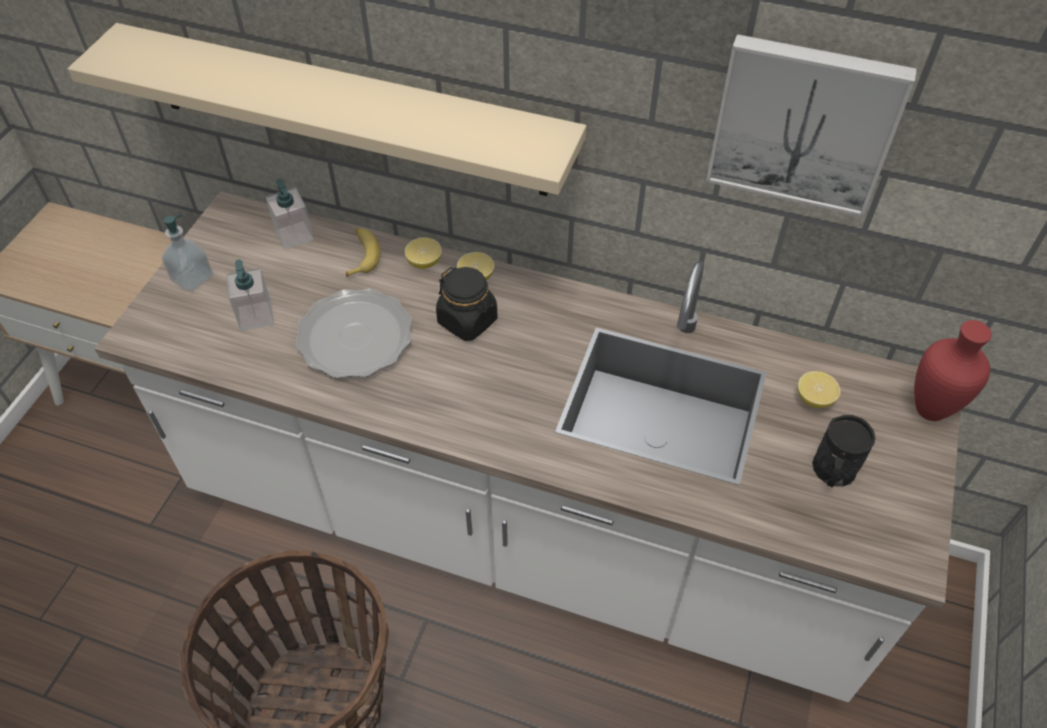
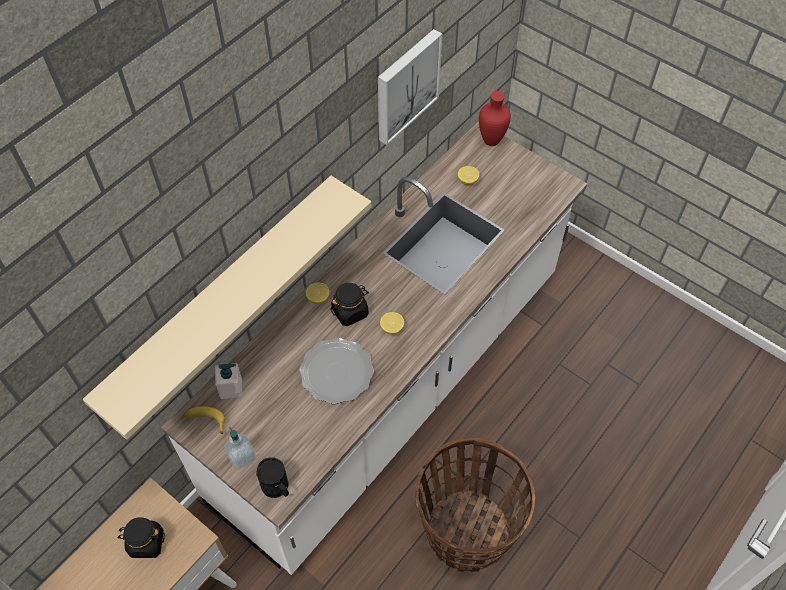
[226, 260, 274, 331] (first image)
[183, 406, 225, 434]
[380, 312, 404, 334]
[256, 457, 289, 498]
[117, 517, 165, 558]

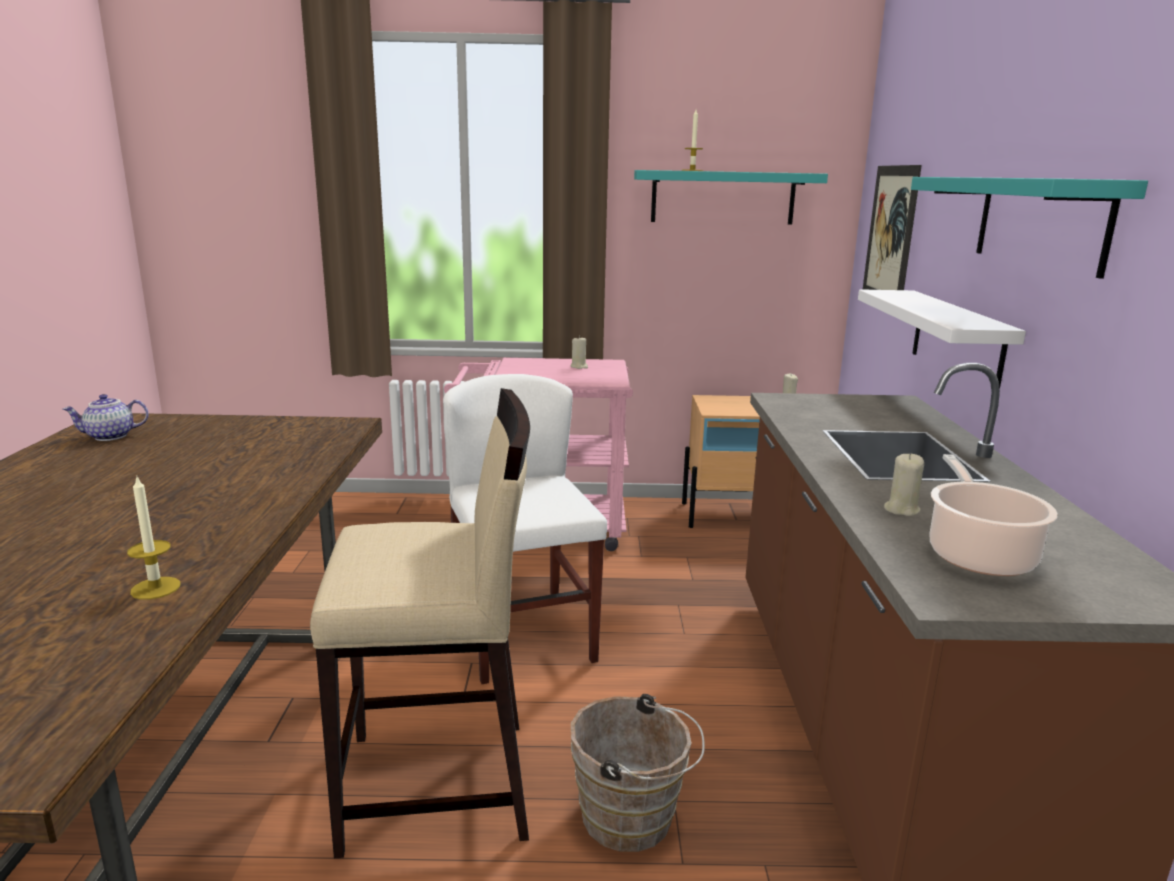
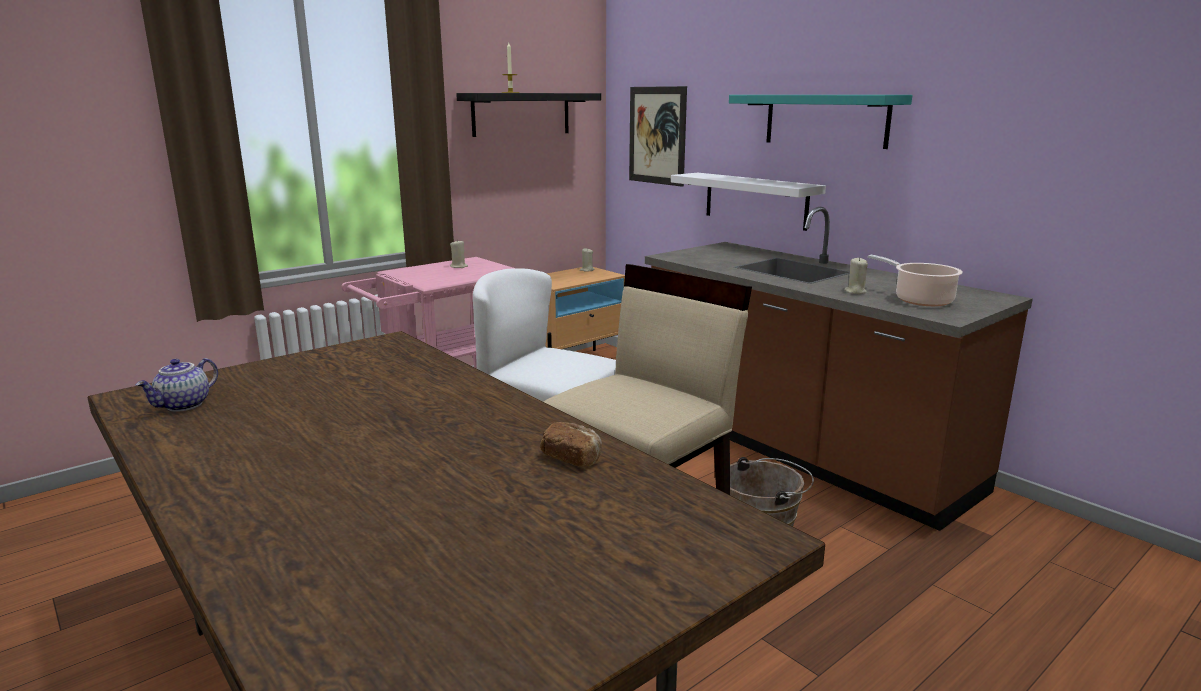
[540, 422, 602, 467]
[456, 93, 601, 137]

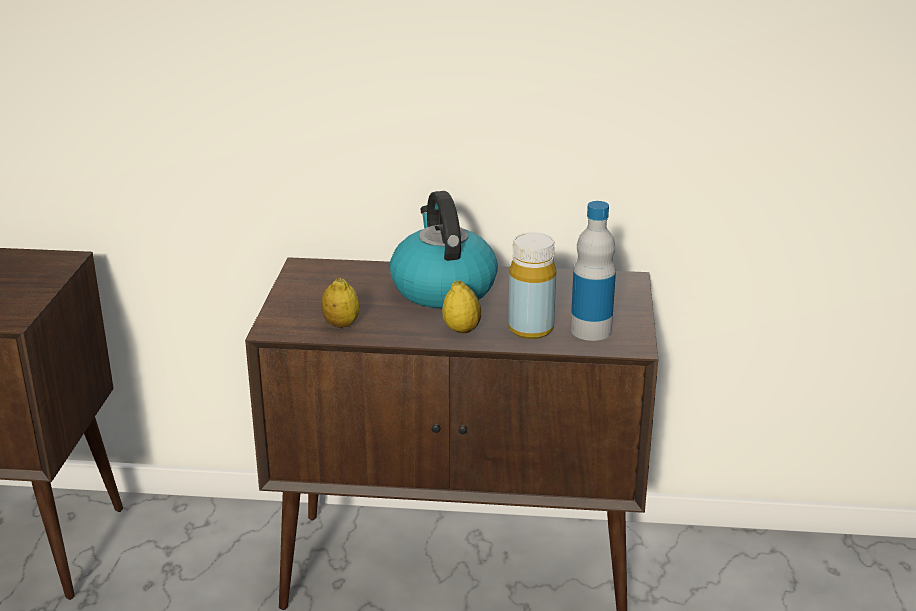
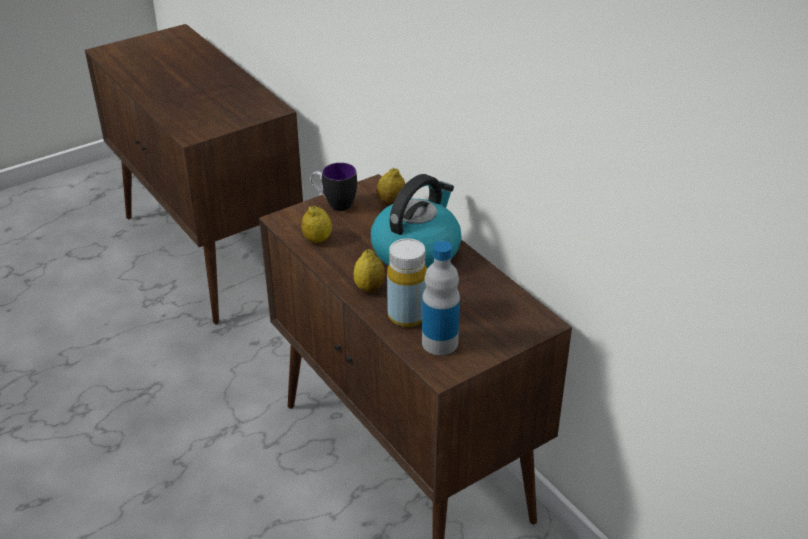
[311, 163, 357, 211]
[377, 168, 405, 206]

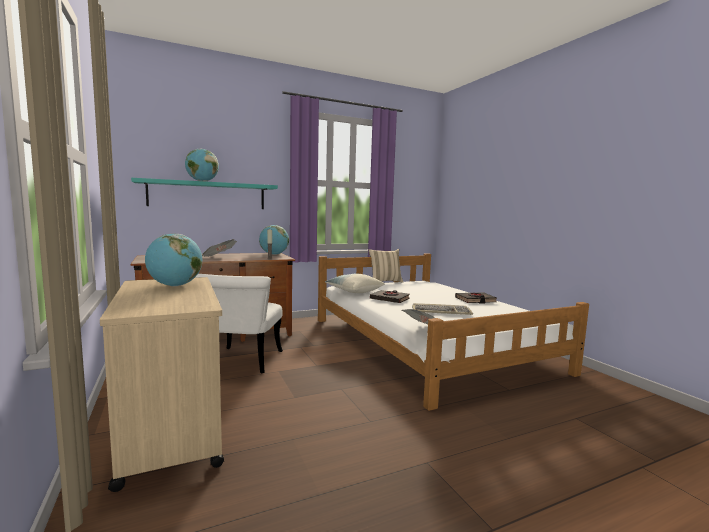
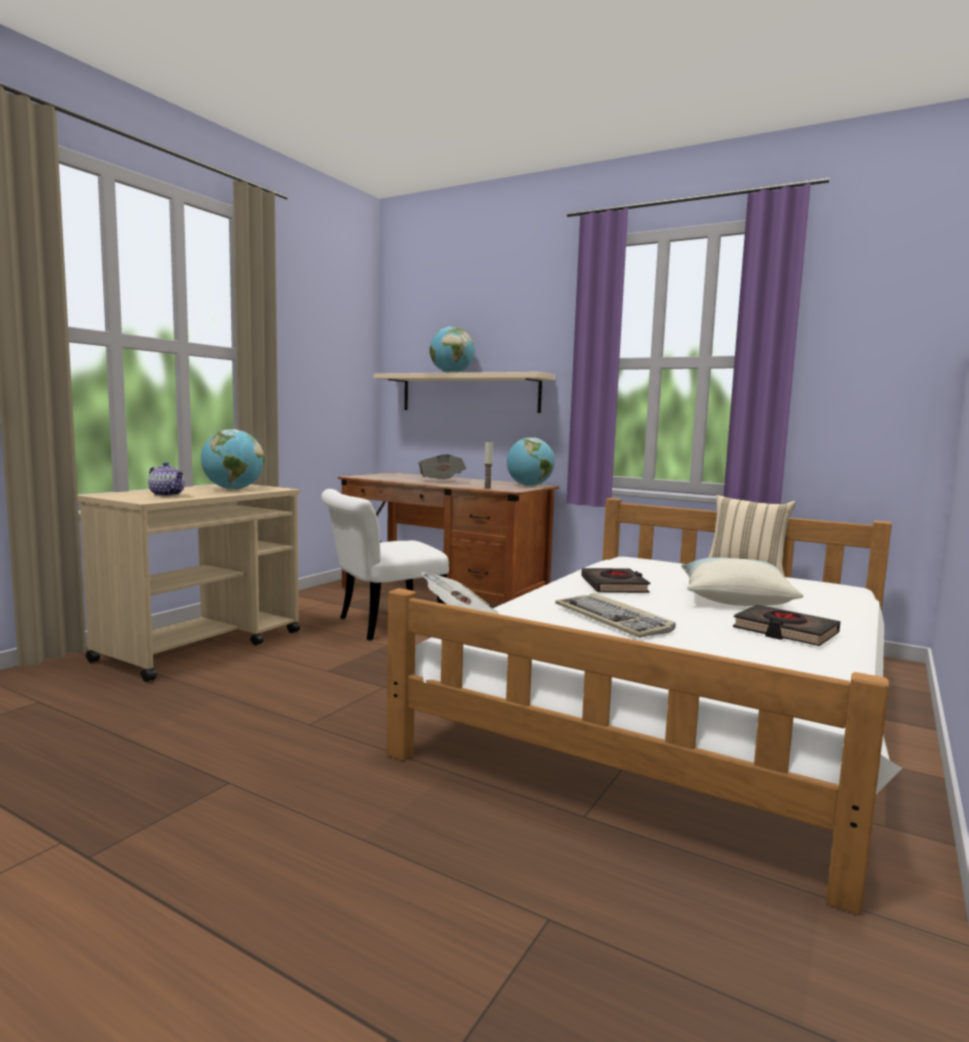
[374, 372, 555, 413]
[681, 557, 803, 606]
[148, 462, 185, 496]

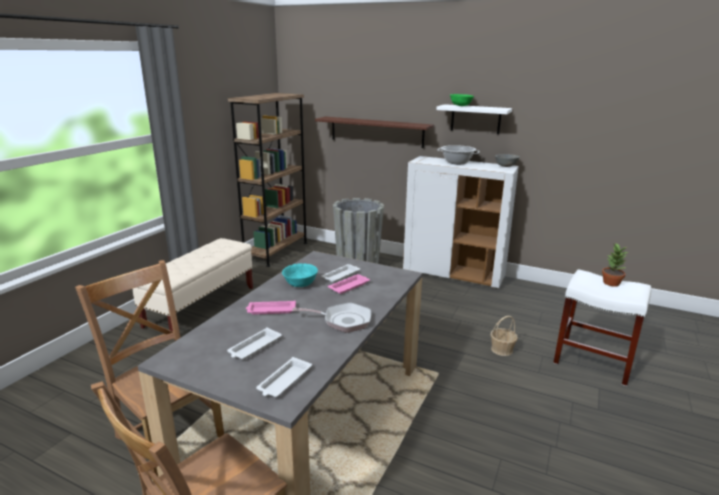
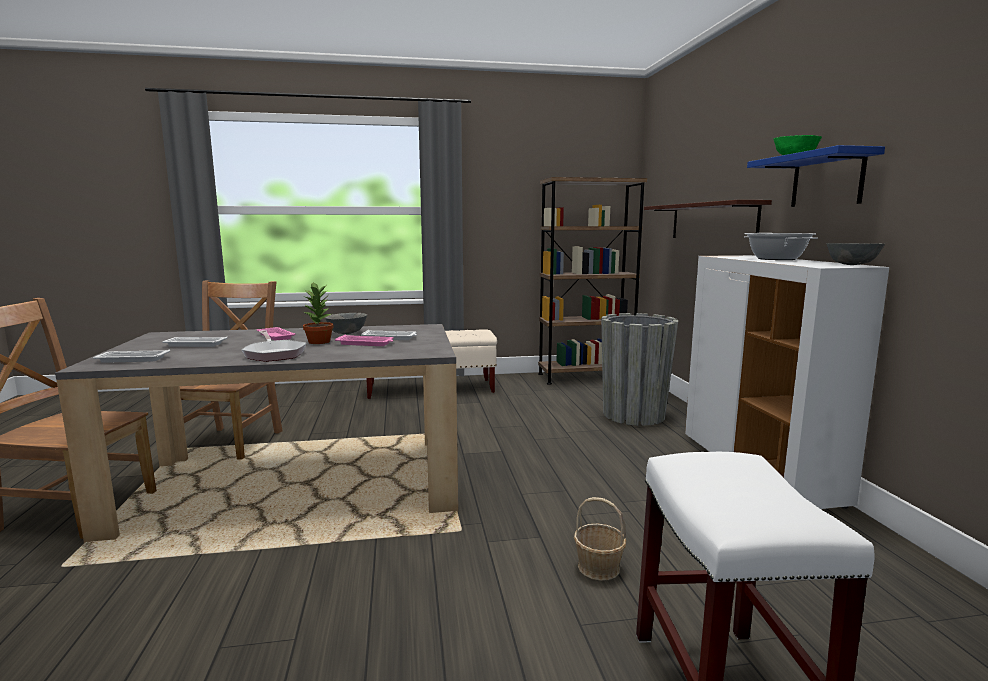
[325, 313, 367, 334]
[747, 145, 885, 207]
[303, 282, 334, 344]

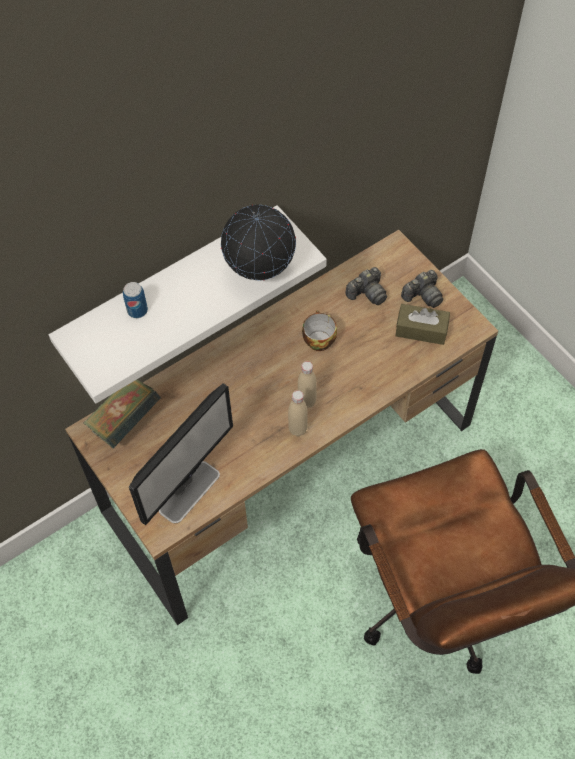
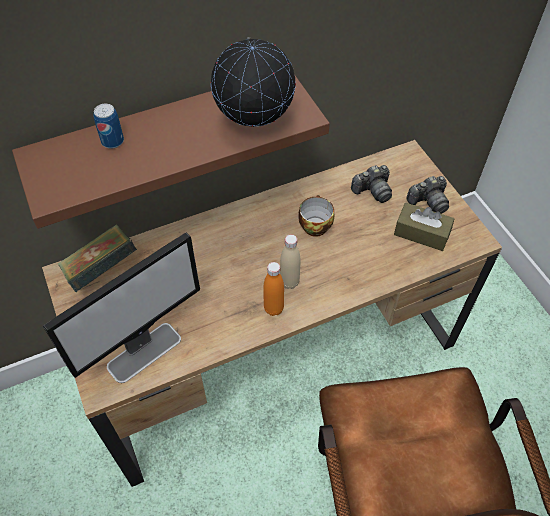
[12, 76, 330, 229]
[263, 262, 284, 316]

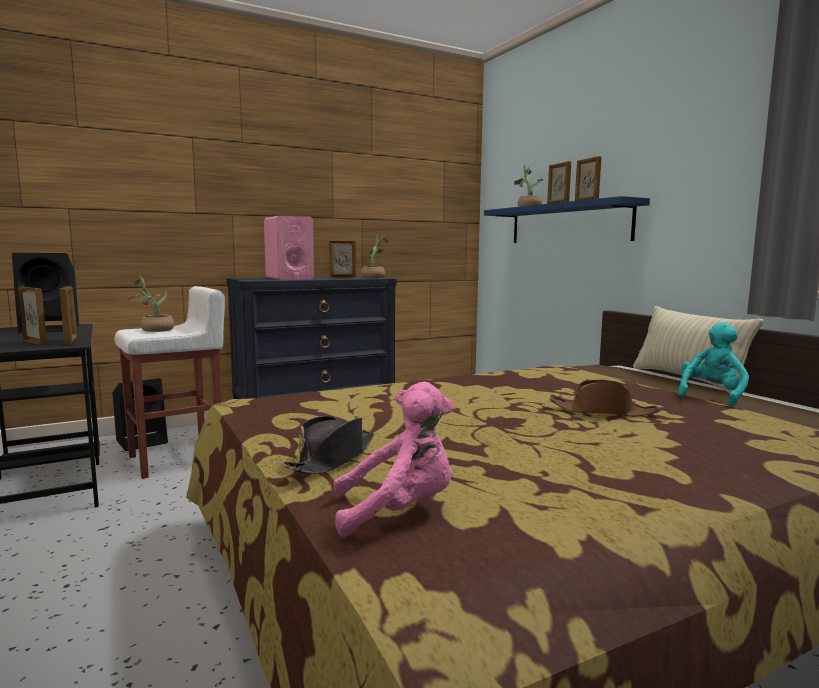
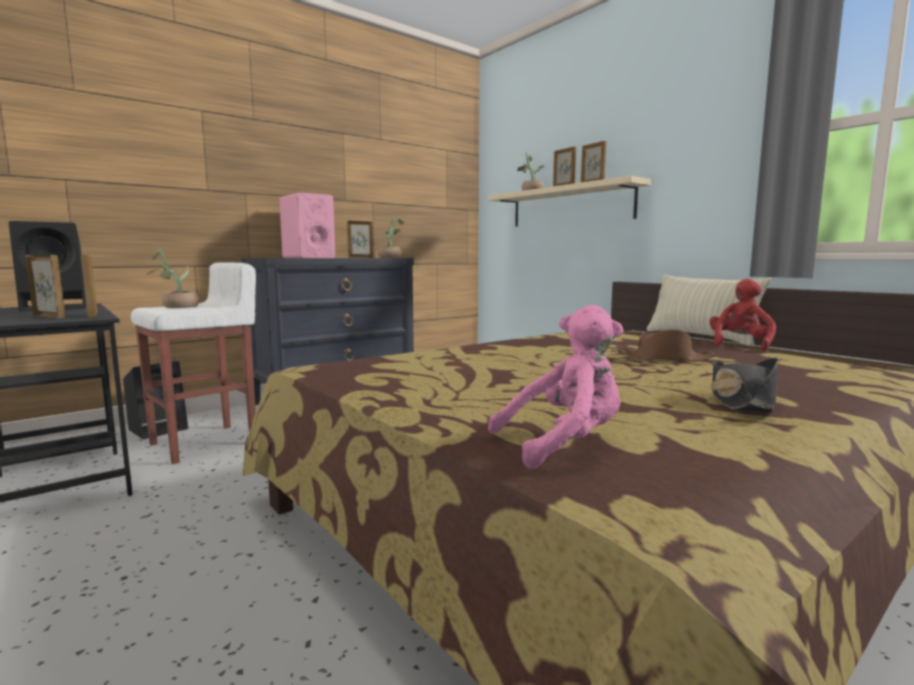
[711, 358, 779, 414]
[488, 176, 651, 227]
[709, 279, 776, 352]

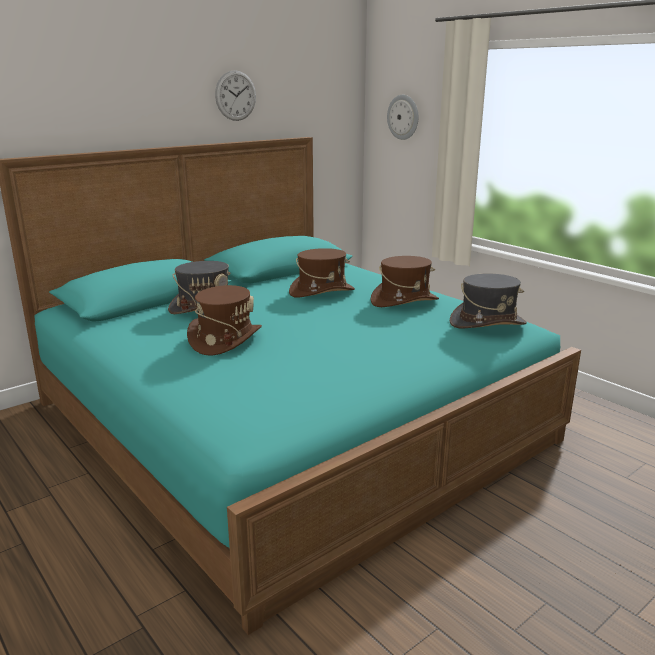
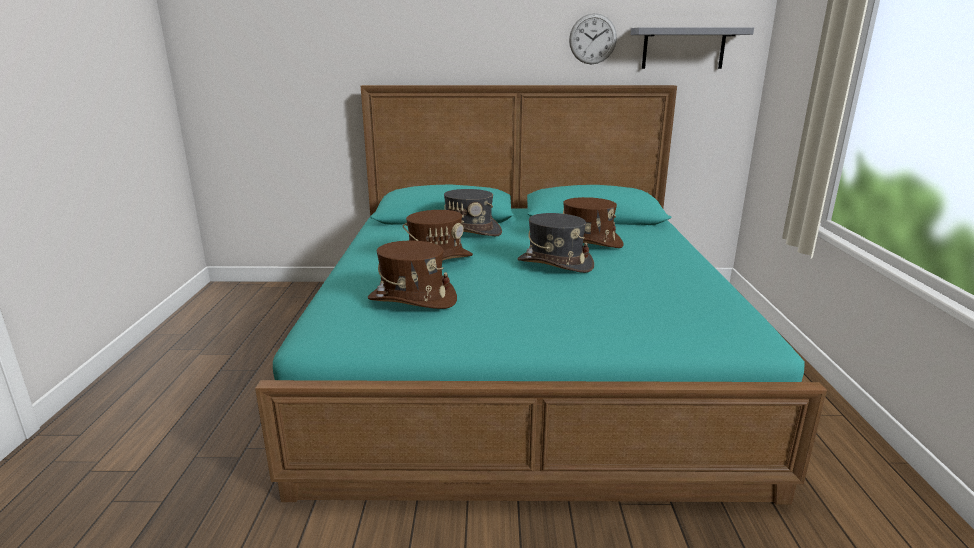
[368, 241, 457, 309]
[387, 95, 418, 140] (first image)
[517, 213, 594, 273]
[631, 27, 754, 69]

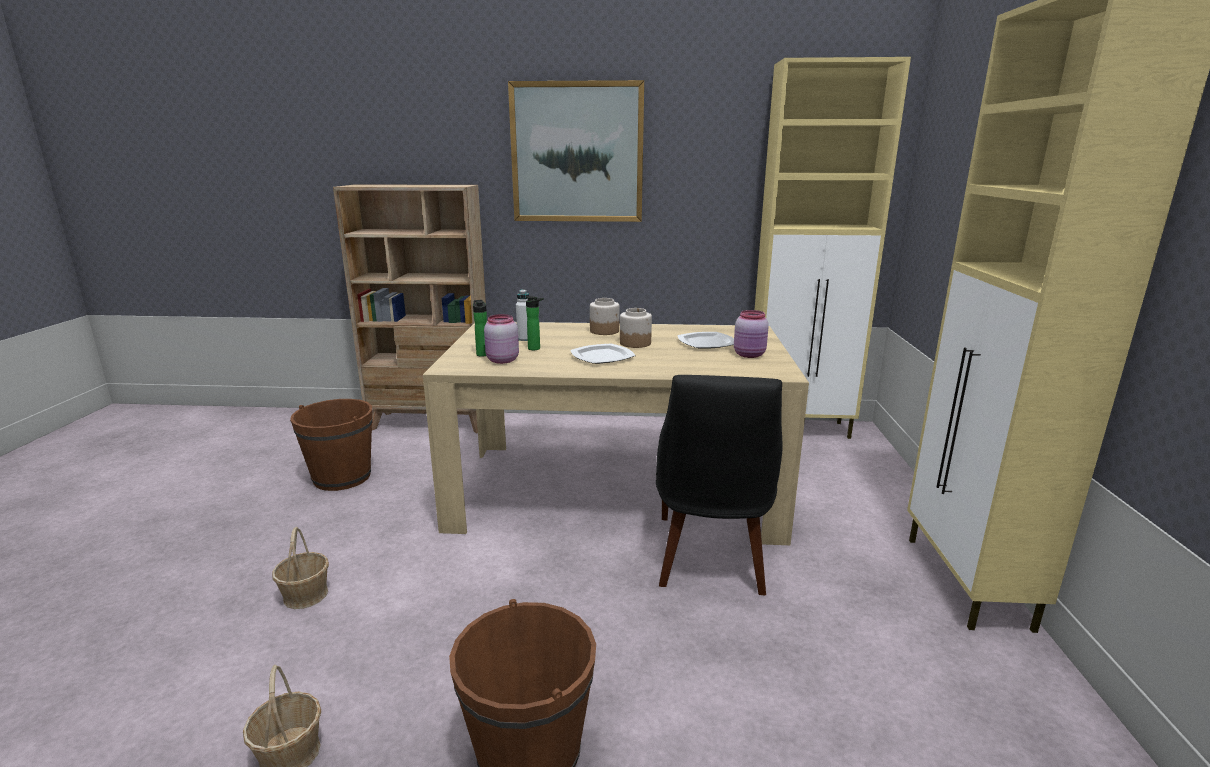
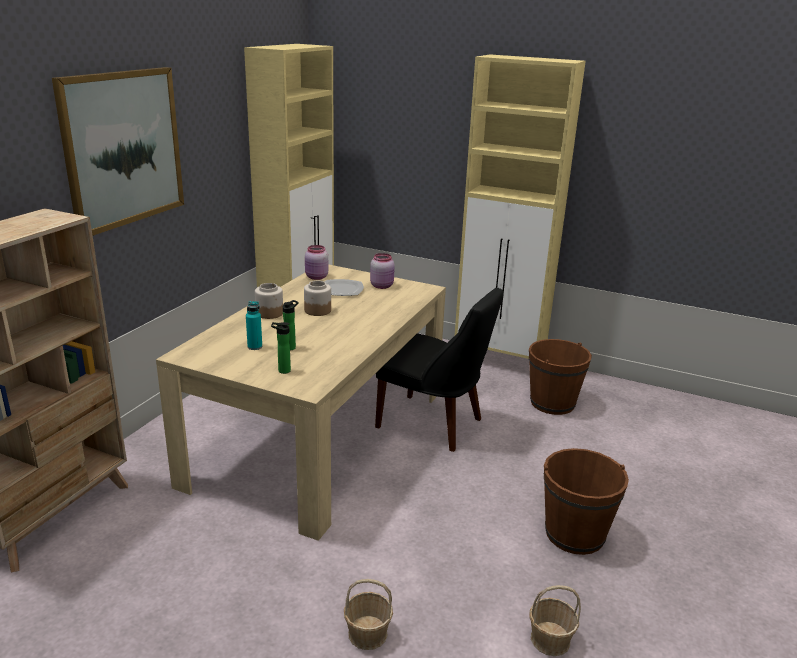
[529, 339, 592, 415]
[305, 245, 328, 280]
[246, 301, 262, 350]
[570, 344, 636, 364] (first image)

